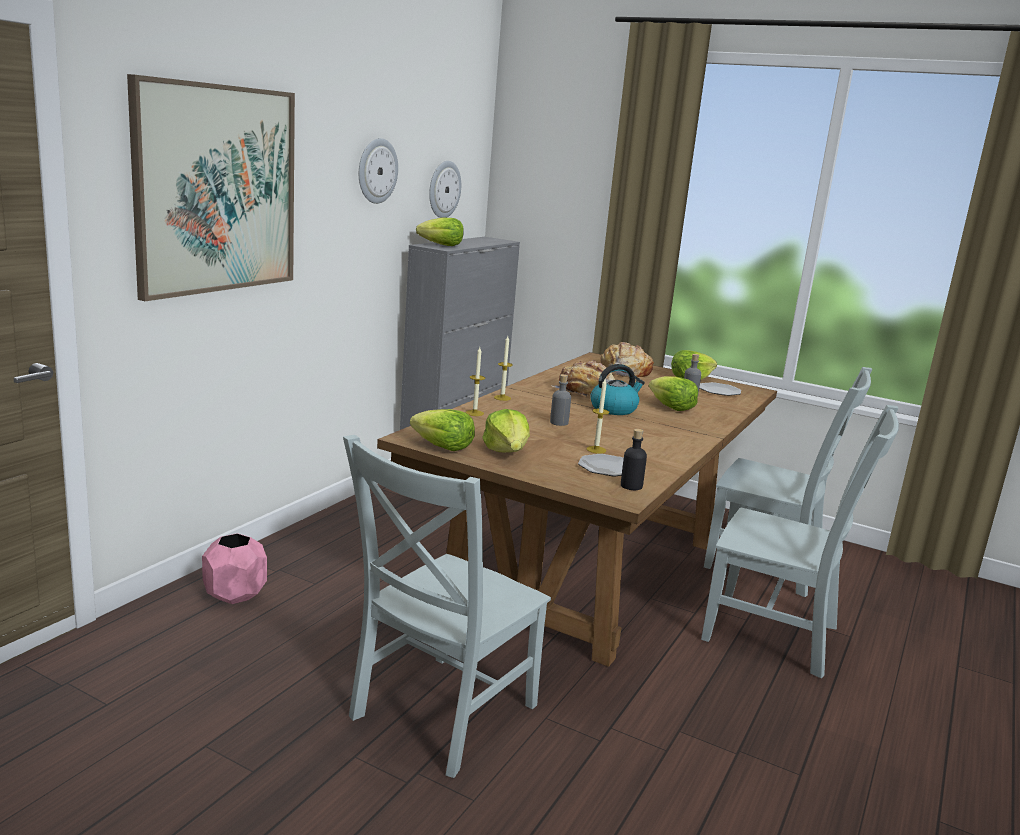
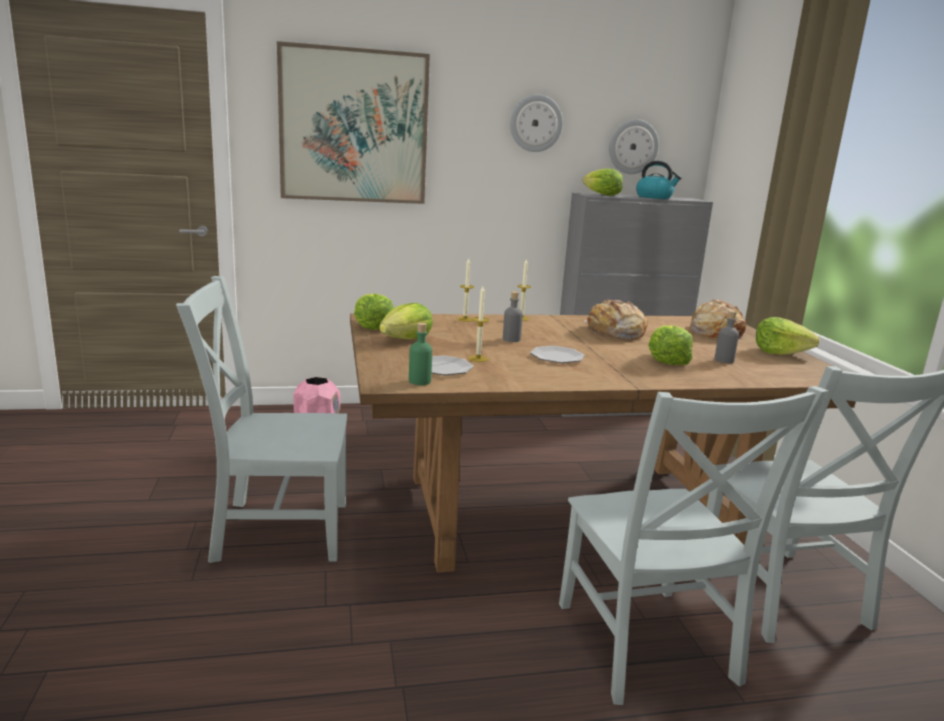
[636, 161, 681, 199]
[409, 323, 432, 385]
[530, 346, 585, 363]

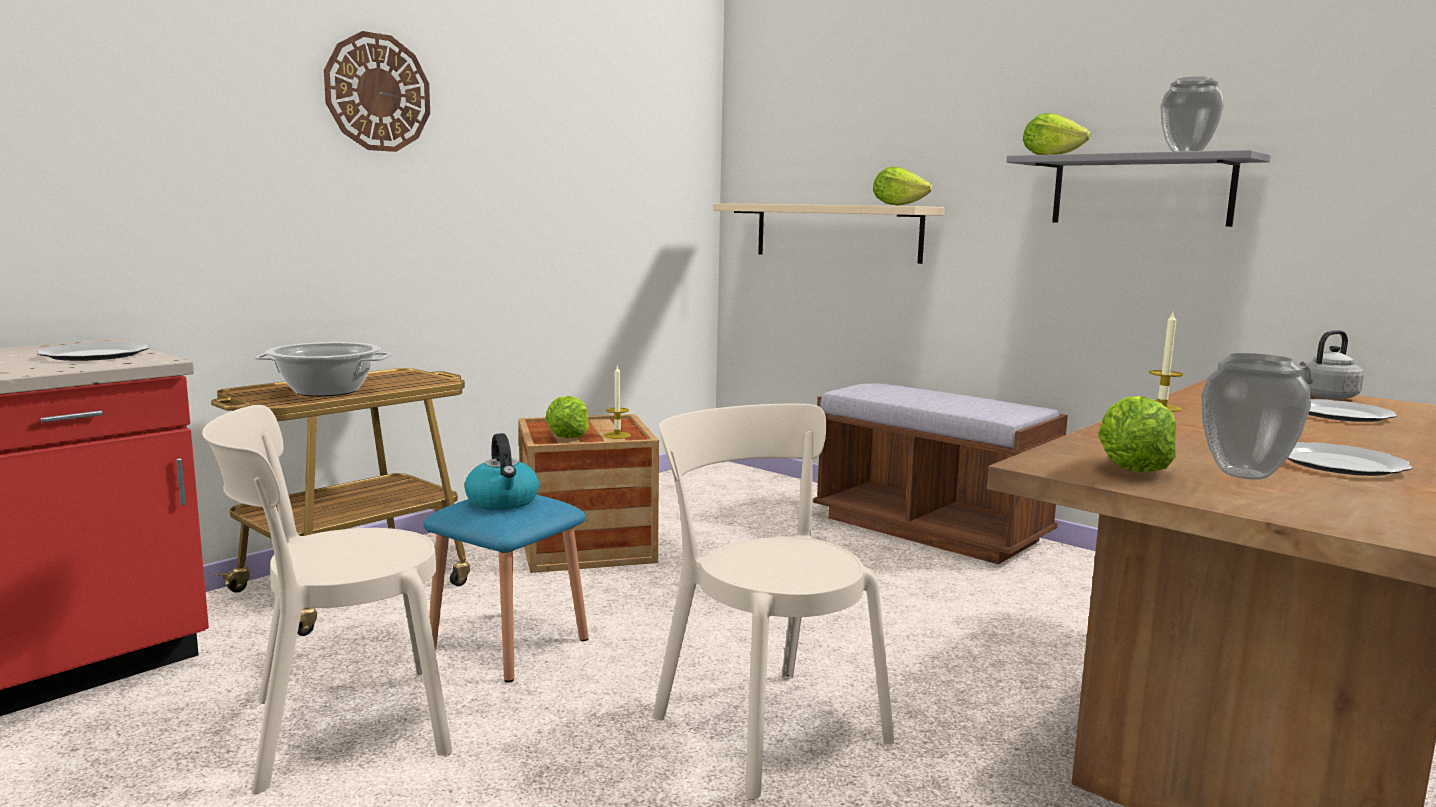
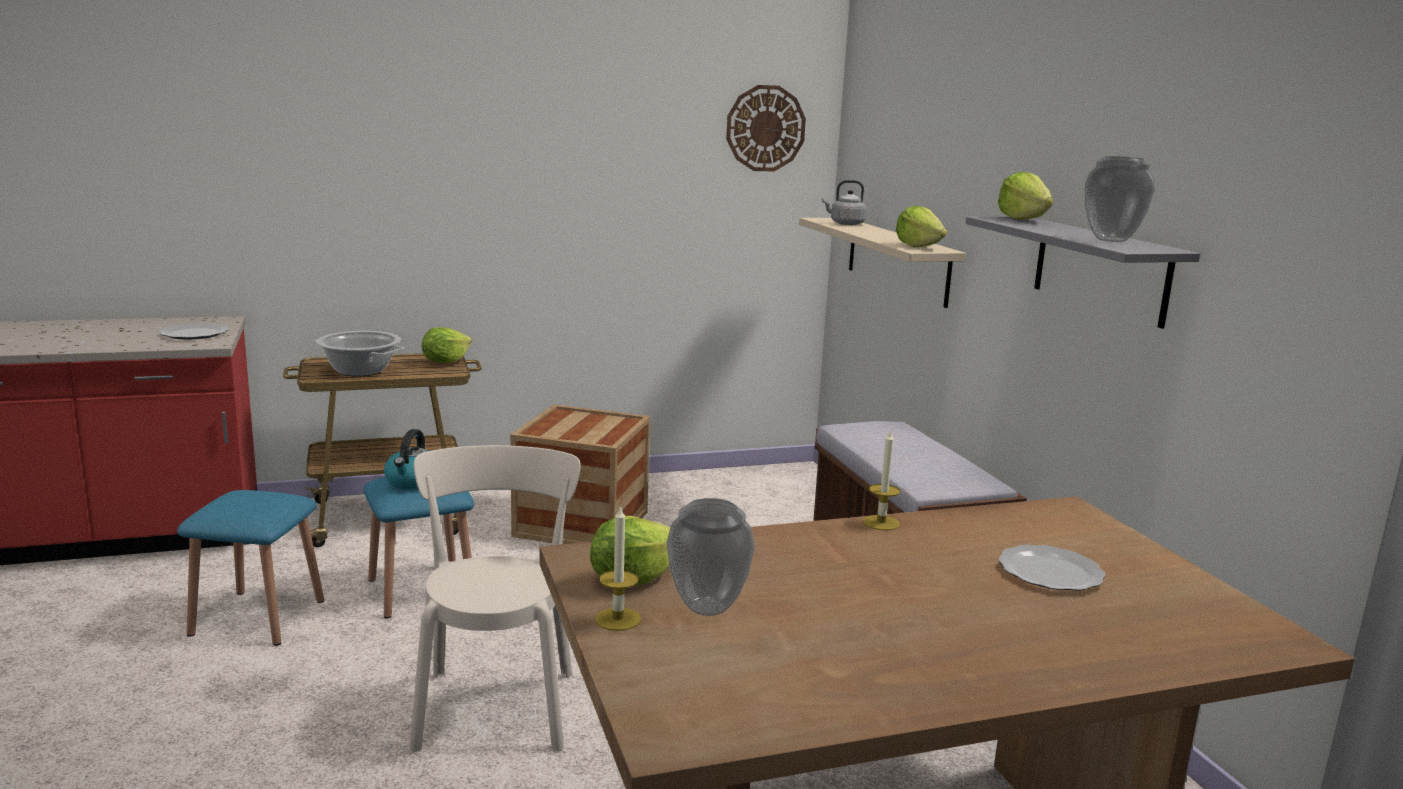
[177, 490, 324, 646]
[726, 85, 806, 171]
[422, 327, 472, 363]
[595, 505, 641, 631]
[1288, 442, 1412, 476] (first image)
[822, 180, 867, 225]

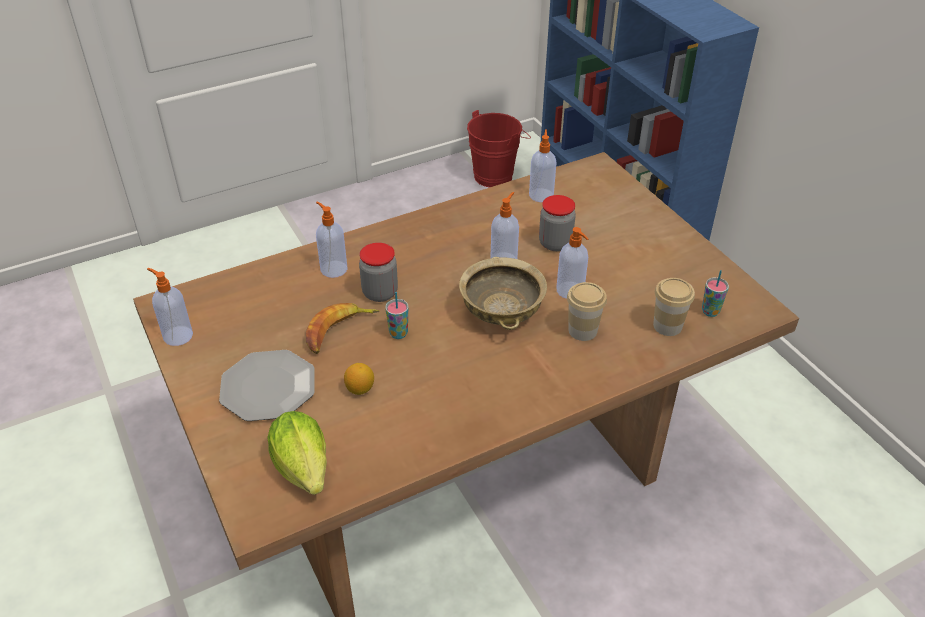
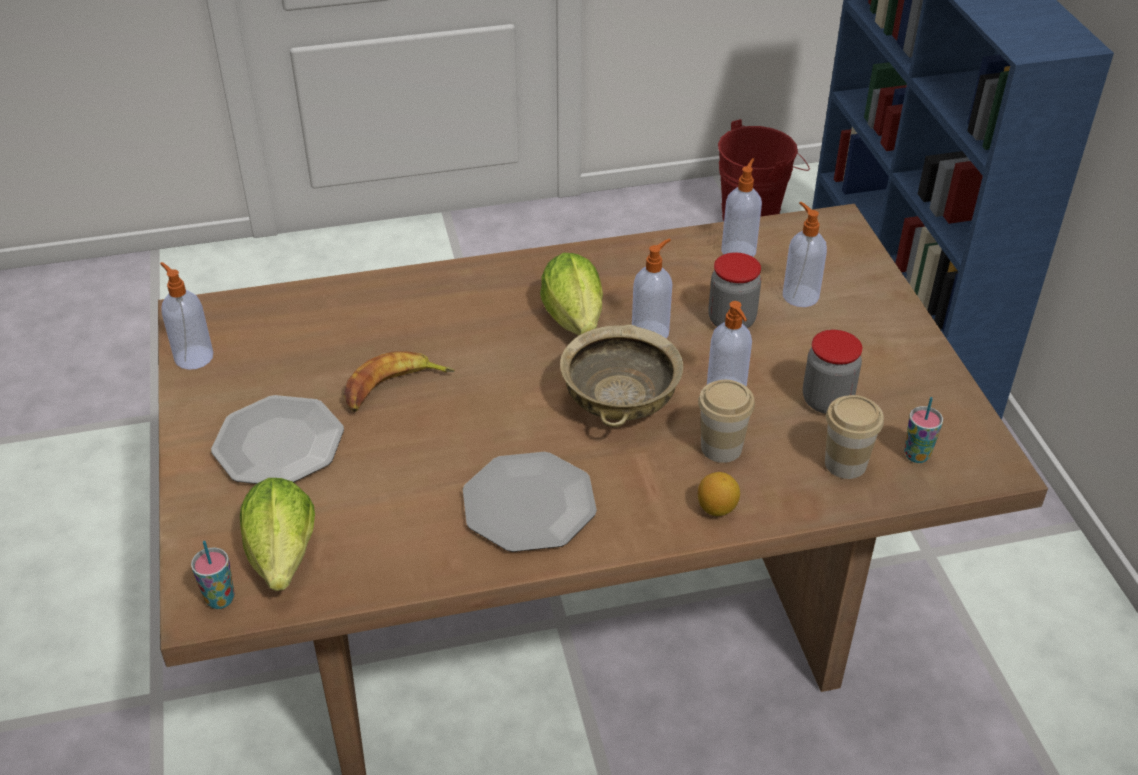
[783, 202, 827, 307]
[698, 472, 740, 516]
[803, 330, 862, 414]
[191, 541, 235, 609]
[463, 452, 597, 552]
[540, 253, 603, 335]

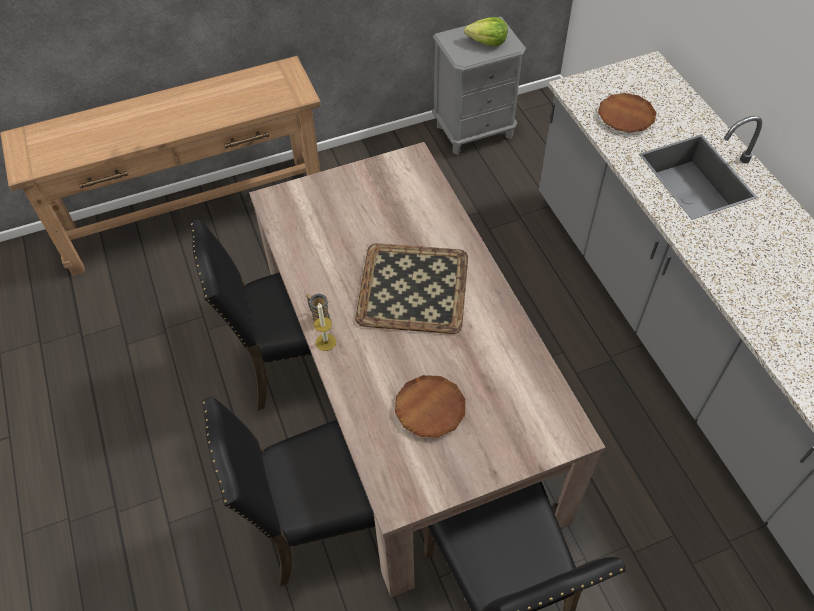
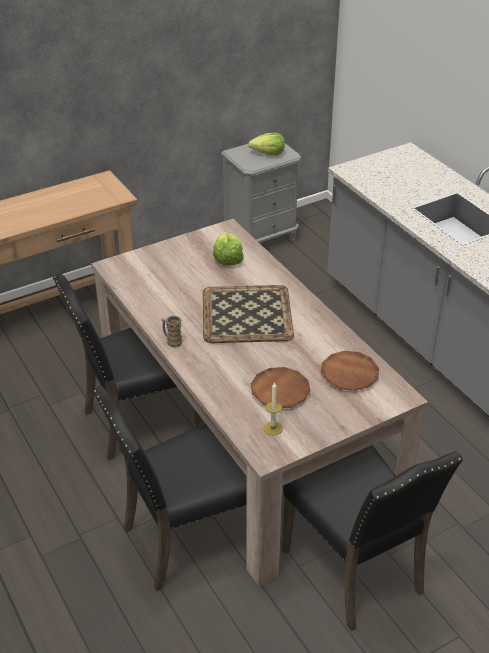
[263, 383, 283, 435]
[321, 351, 379, 391]
[213, 232, 244, 266]

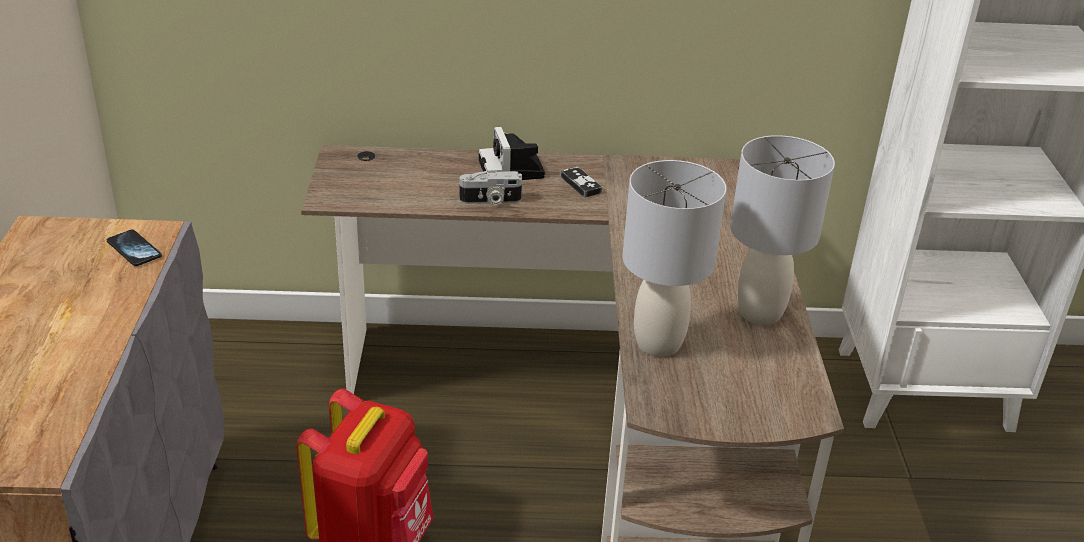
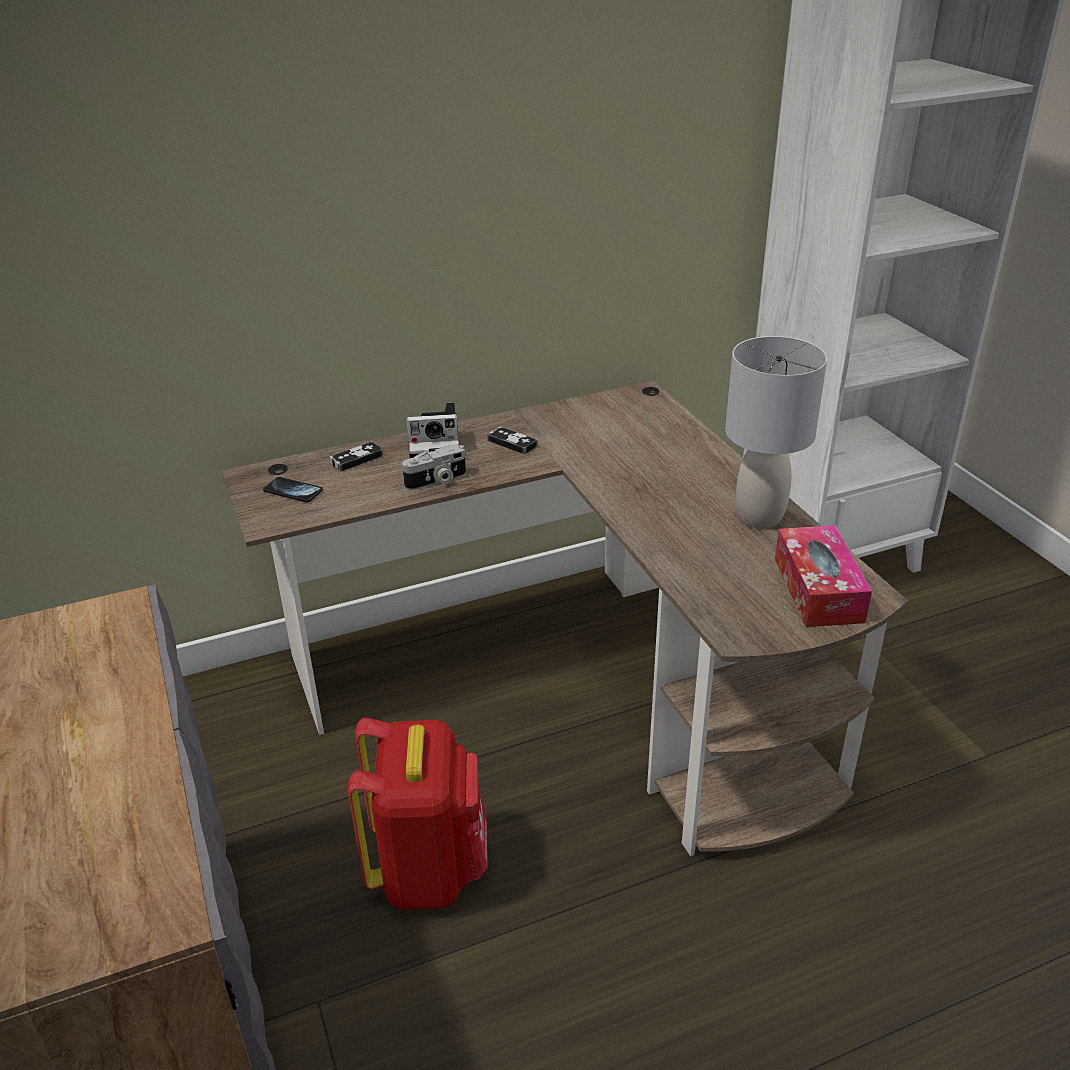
[263, 477, 323, 503]
[407, 402, 459, 458]
[622, 160, 727, 357] (first image)
[329, 441, 383, 472]
[775, 525, 872, 627]

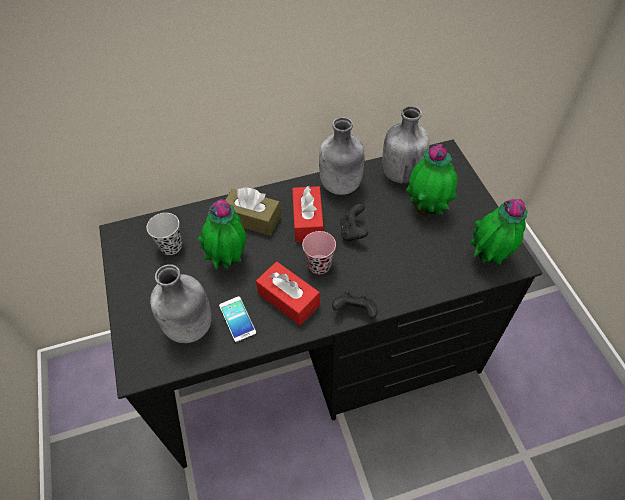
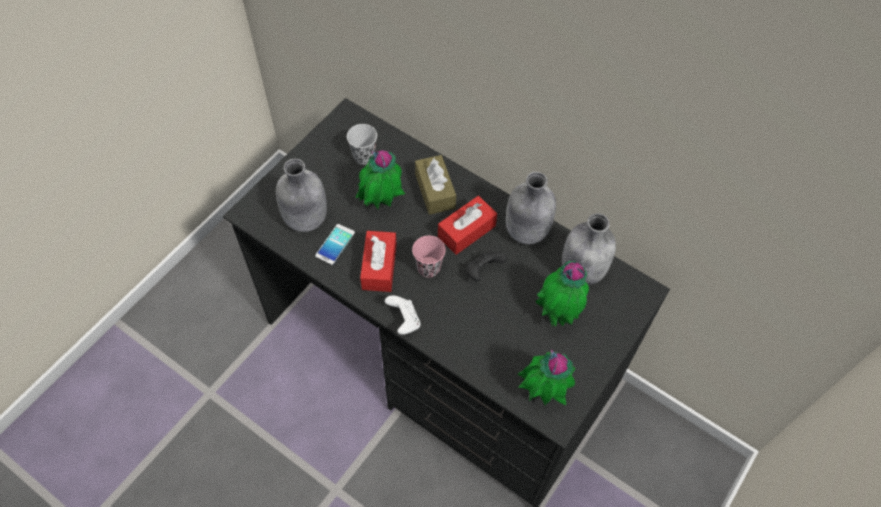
[385, 295, 421, 335]

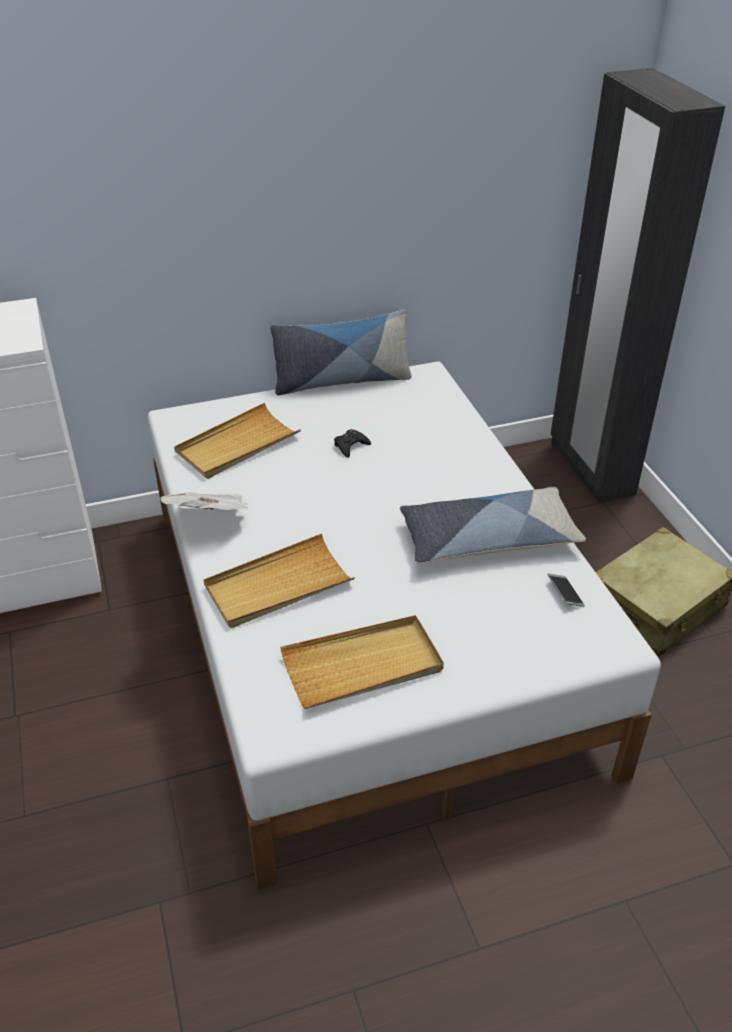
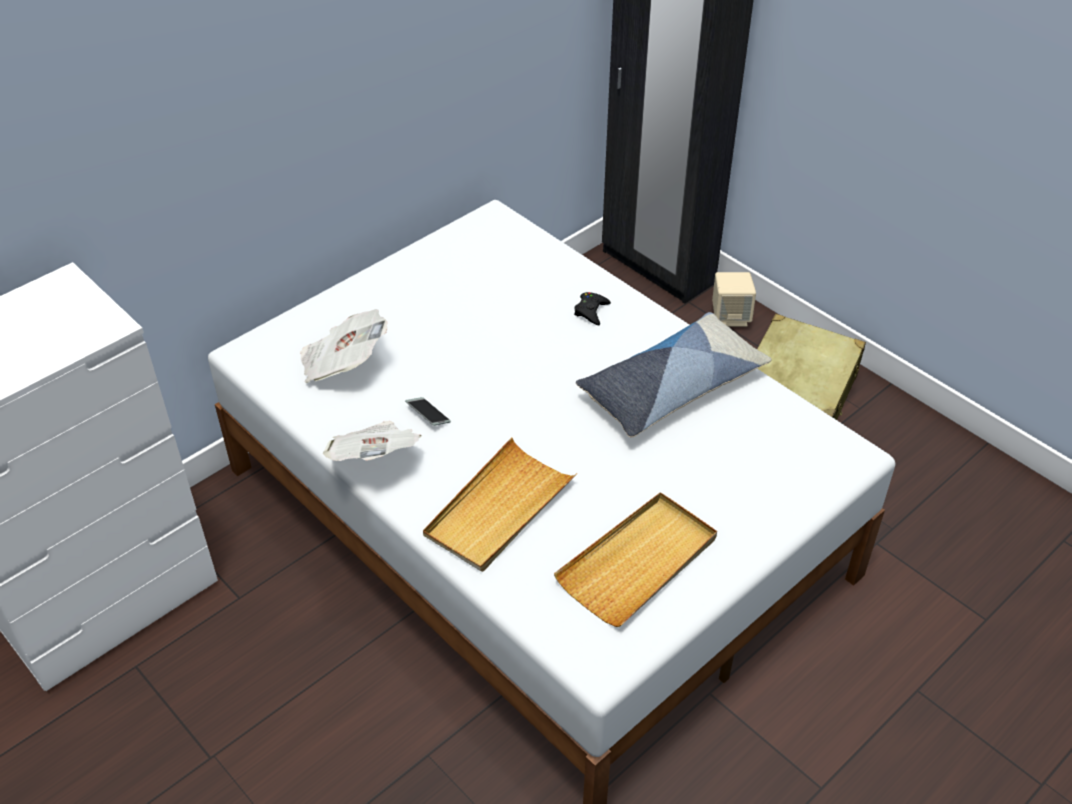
[300, 309, 387, 383]
[270, 309, 412, 395] (first image)
[574, 292, 611, 325]
[405, 397, 451, 426]
[712, 272, 756, 327]

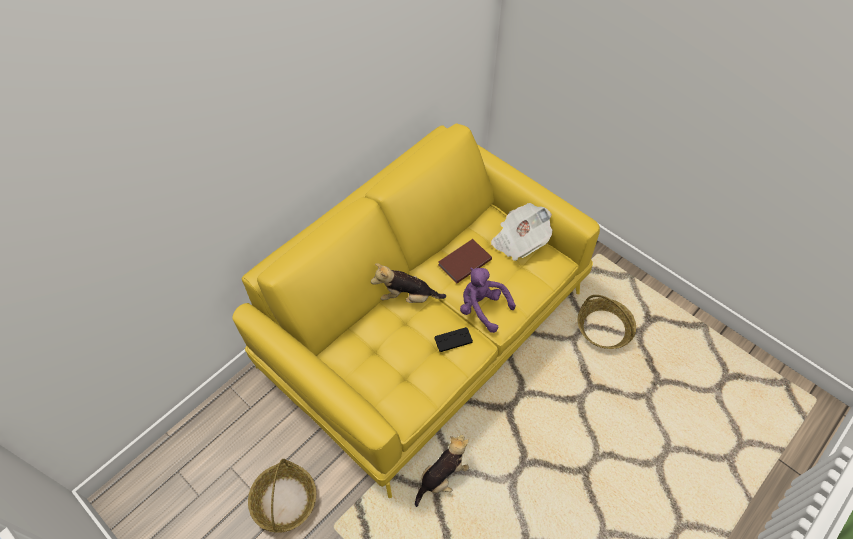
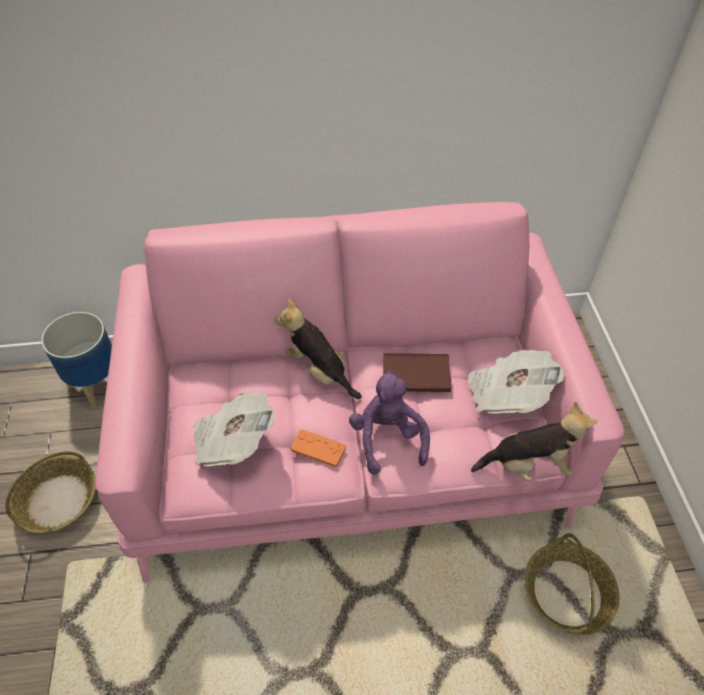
[95, 202, 624, 583]
[471, 401, 598, 482]
[290, 429, 346, 467]
[41, 312, 112, 407]
[193, 393, 274, 466]

